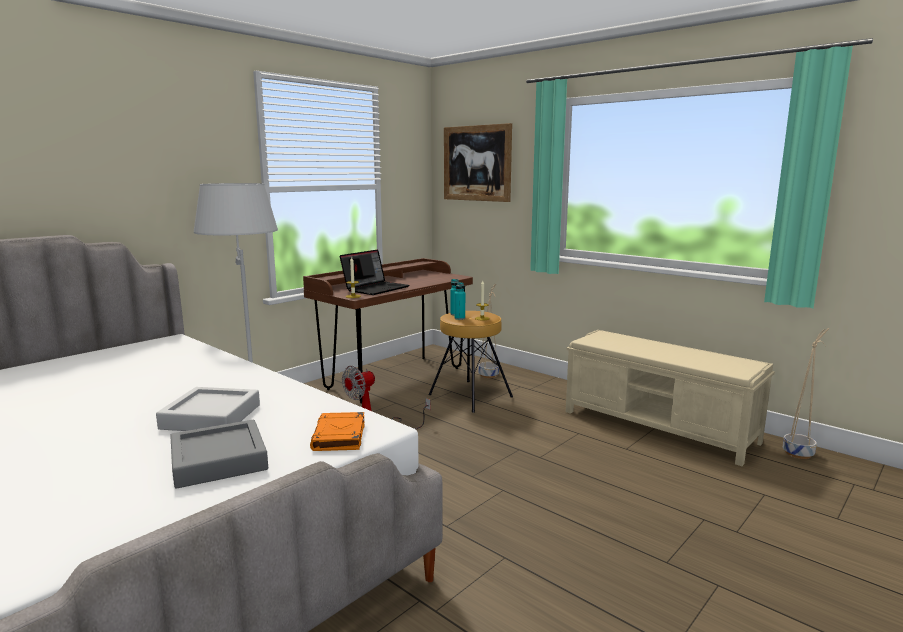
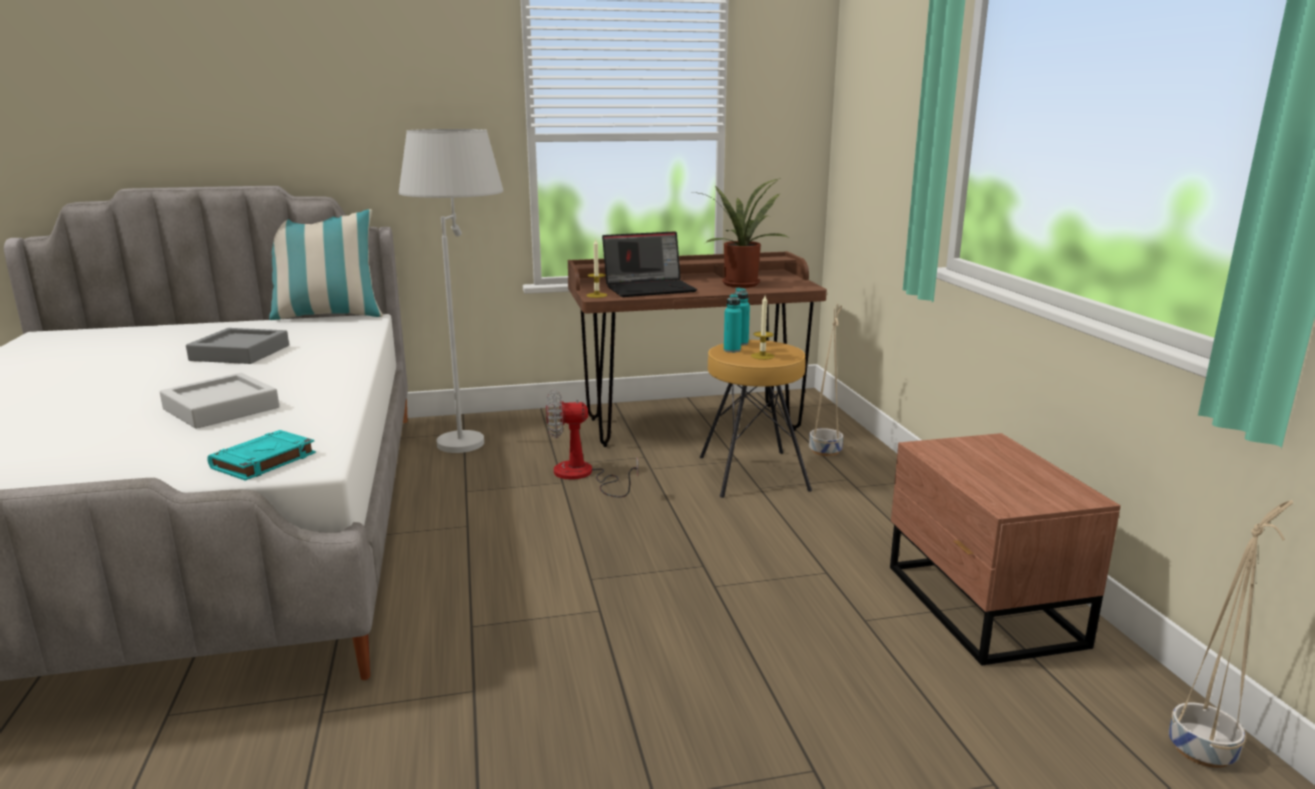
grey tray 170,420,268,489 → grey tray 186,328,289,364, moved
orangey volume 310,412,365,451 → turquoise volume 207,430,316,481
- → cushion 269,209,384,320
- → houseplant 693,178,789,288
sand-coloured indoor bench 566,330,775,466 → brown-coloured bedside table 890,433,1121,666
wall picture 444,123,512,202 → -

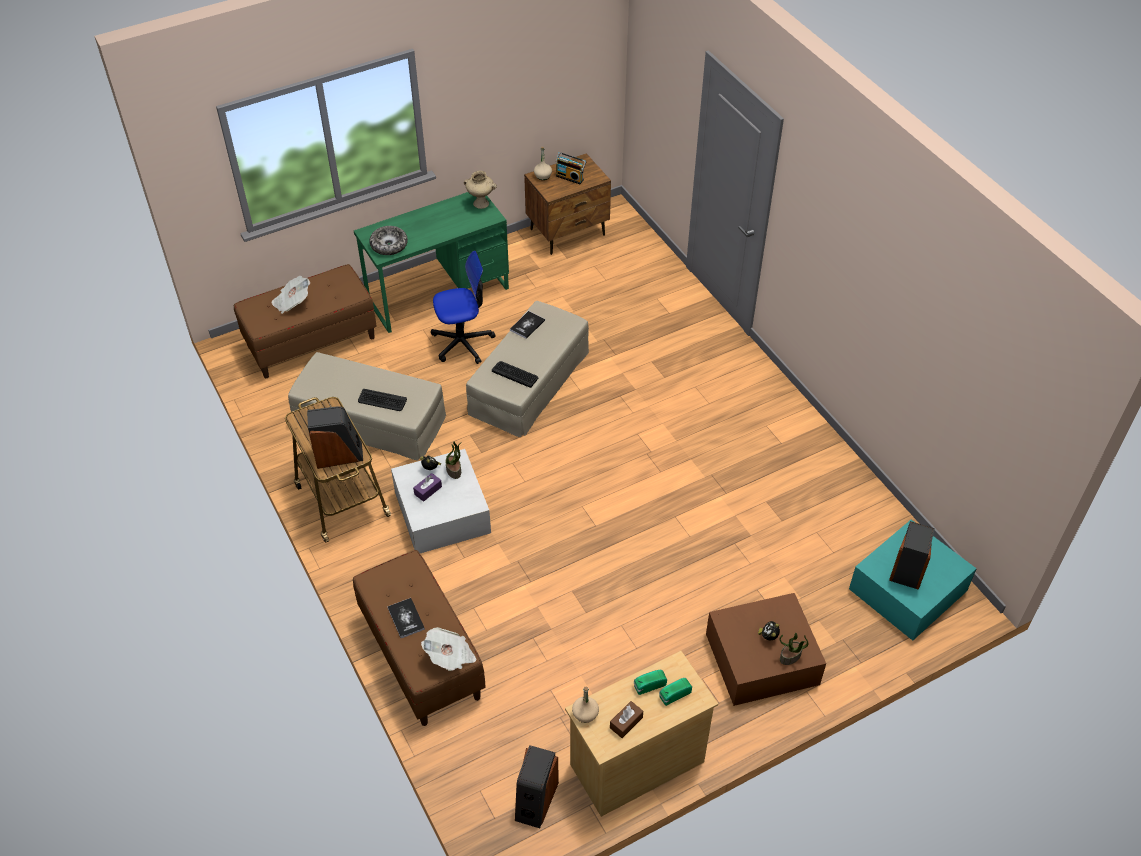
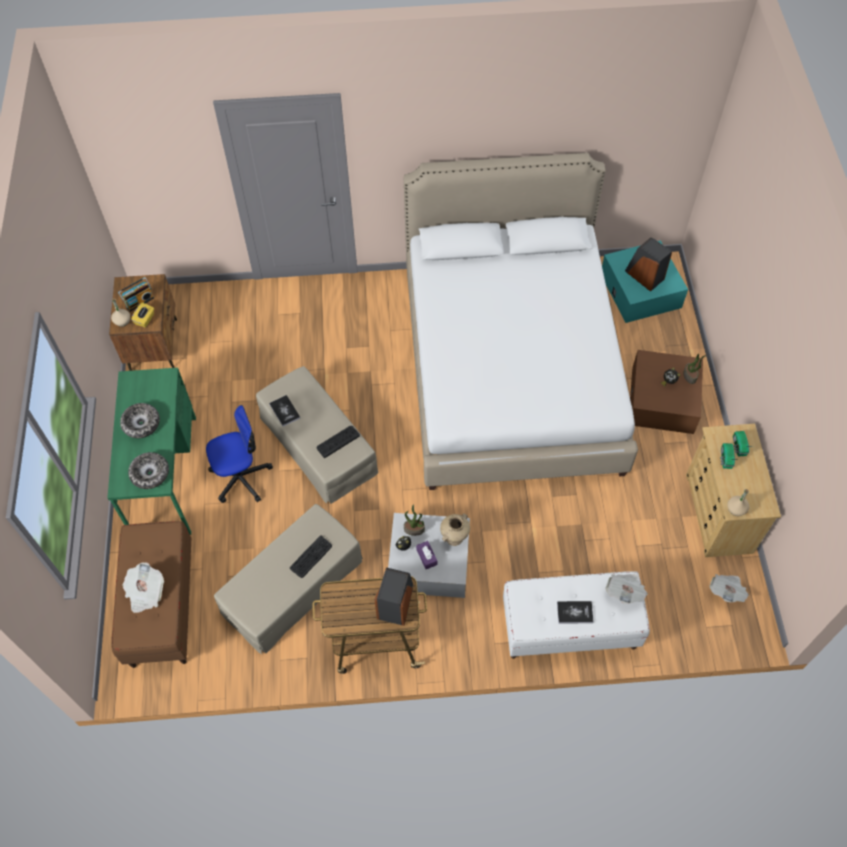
- → bowl 120,403,160,438
- → yellowish box of tissues 131,302,154,328
office chair 431,251,496,364 → office chair 206,405,273,503, 60 degrees clockwise
- → whitish bedroom bed 404,153,638,490
sand-coloured flower vase 464,171,497,209 → sand-coloured flower vase 440,513,470,546, moved
brown-coloured indoor bench 353,550,486,726 → whitish indoor bench 503,571,650,659
speaker 515,745,559,828 → printed paper 709,574,749,602
brown-coloured box of tissues 610,701,643,738 → -

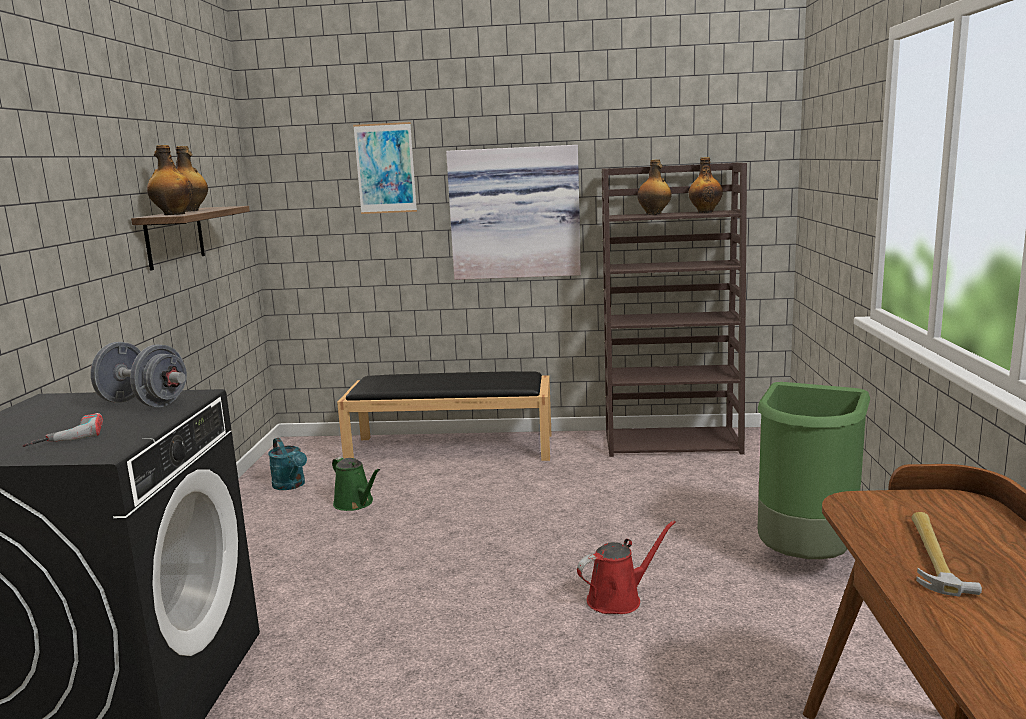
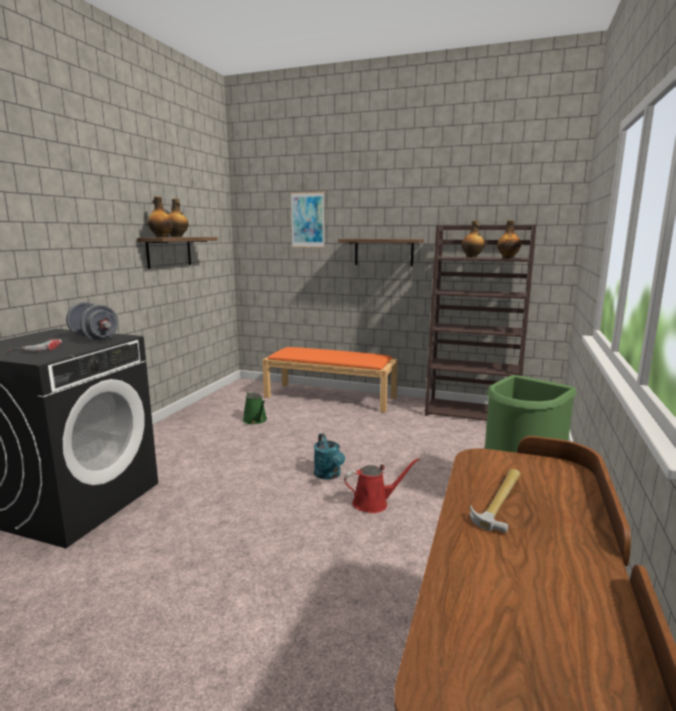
black indoor bench 337,371,551,461 → orangey indoor bench 262,347,398,413
turquoise watering pot 268,438,307,490 → turquoise watering pot 314,433,345,479, moved
wall picture 446,145,581,280 → shelf 338,239,424,266

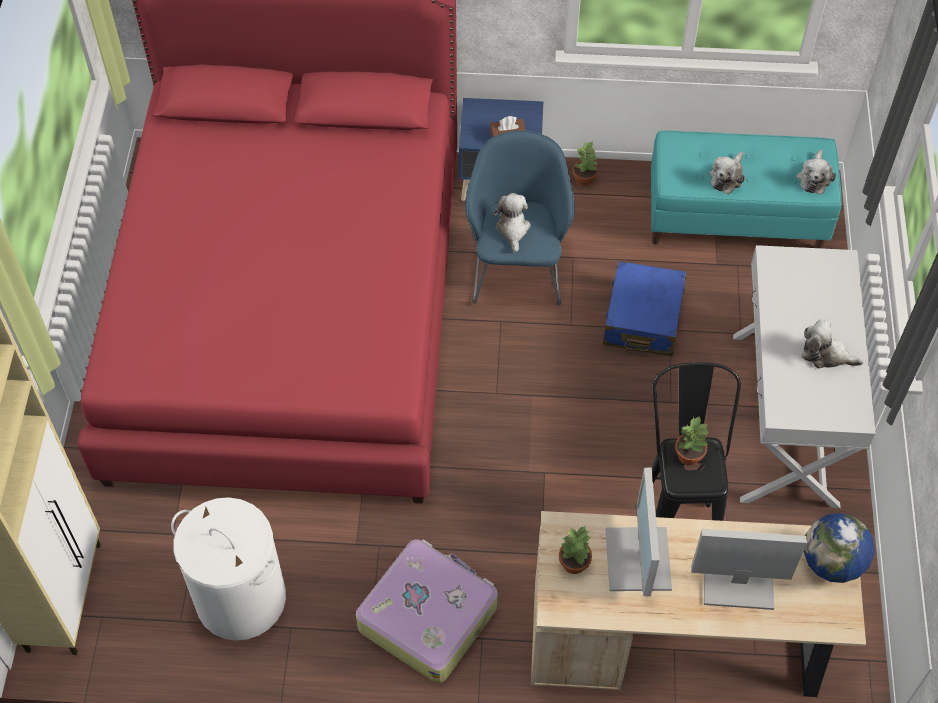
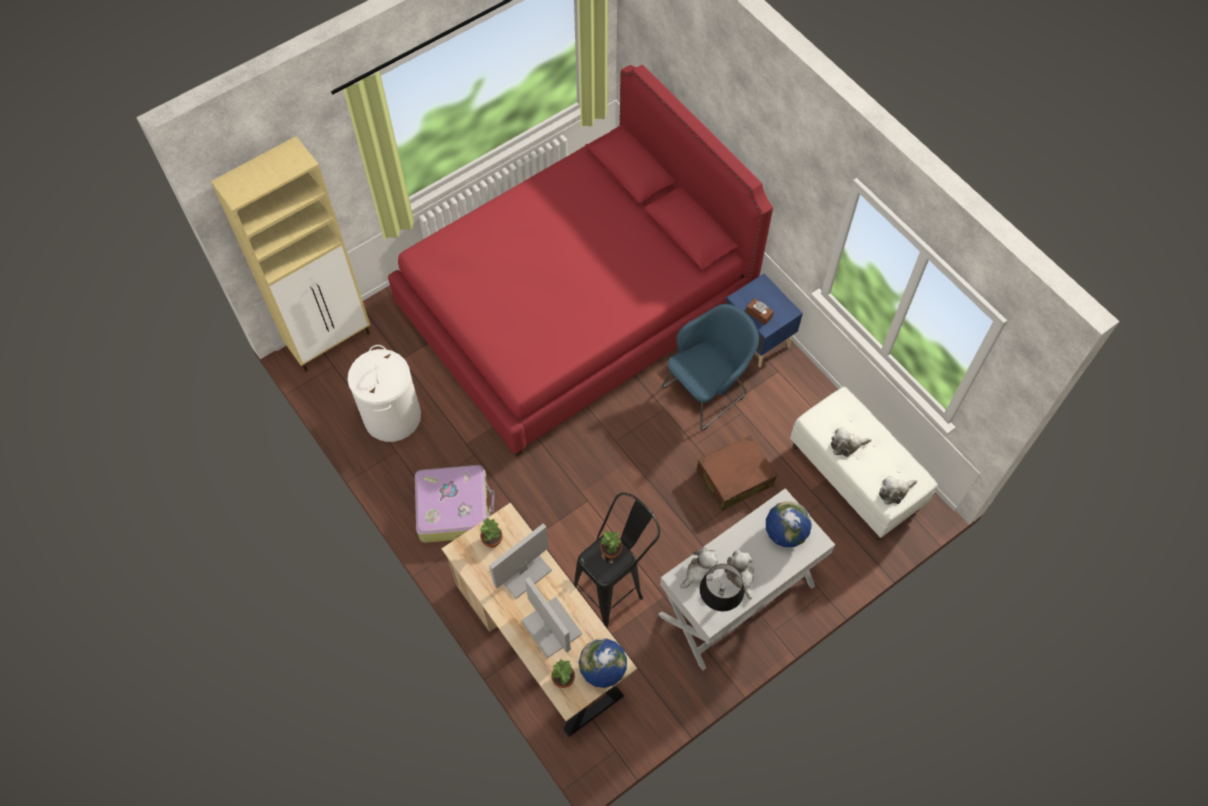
houseplant 573,141,599,186 → houseplant 551,659,575,688, moved
cuddly toy 493,193,531,253 → cuddly toy 680,547,718,588, moved
blue-coloured suitcase 603,261,686,356 → brown-coloured suitcase 696,435,777,511
- → black lamp for a table 700,564,744,611
- → globe 766,501,812,547
turquoise indoor bench 651,131,841,248 → whitish indoor bench 790,387,938,541

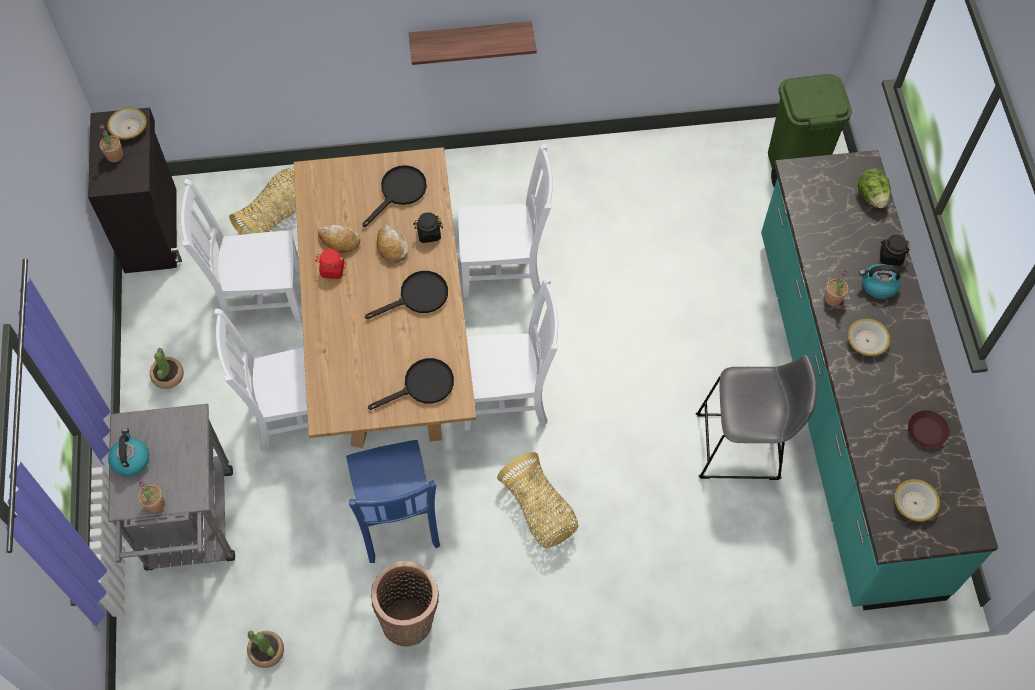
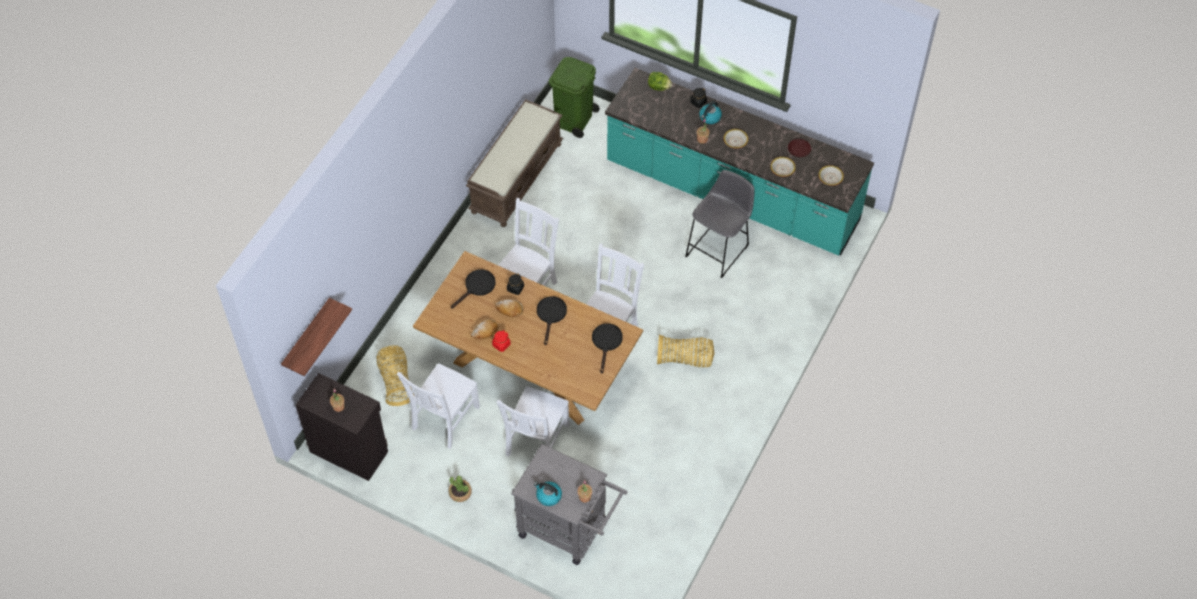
shelf 409,21,537,65 → shelf 281,298,352,376, moved
black pan 362,165,427,227 → black pan 451,269,495,309, 60 degrees clockwise
- → brown-coloured indoor bench 466,99,563,227
bowl 107,108,147,139 → bowl 770,157,796,177, moved
houseplant 247,630,284,668 → -
blue-coloured plain chair 346,440,440,563 → -
basket 371,561,439,647 → -

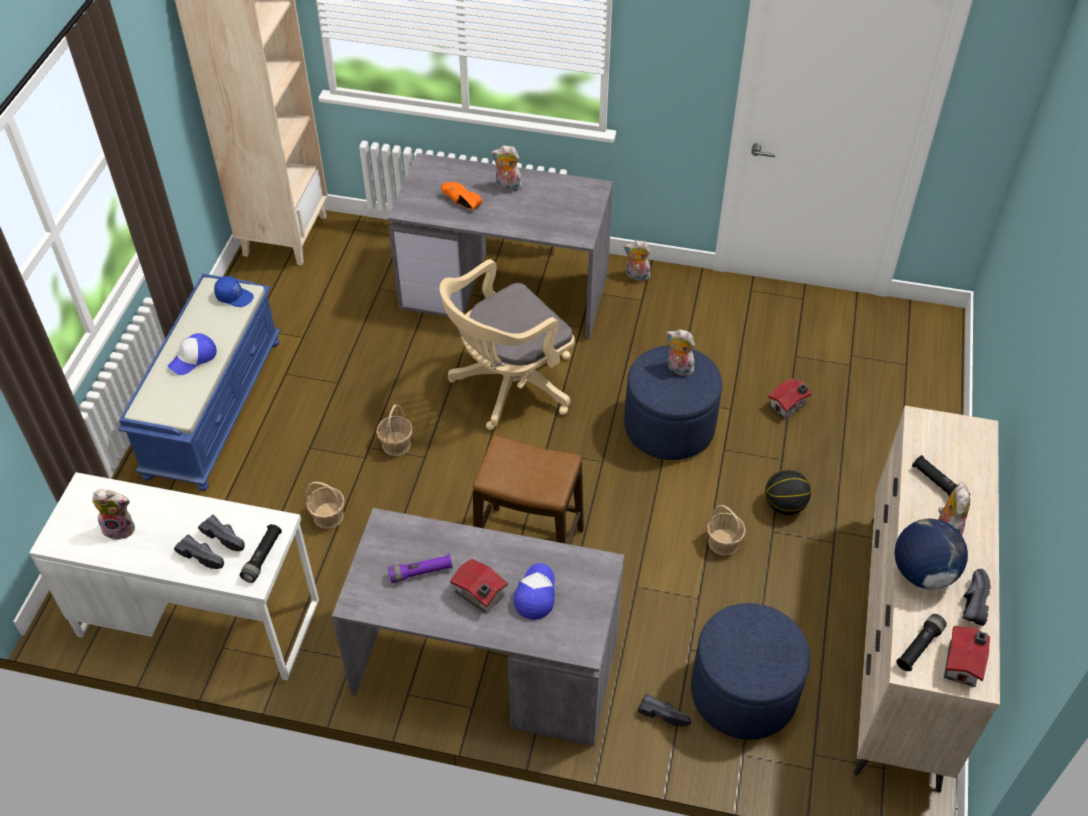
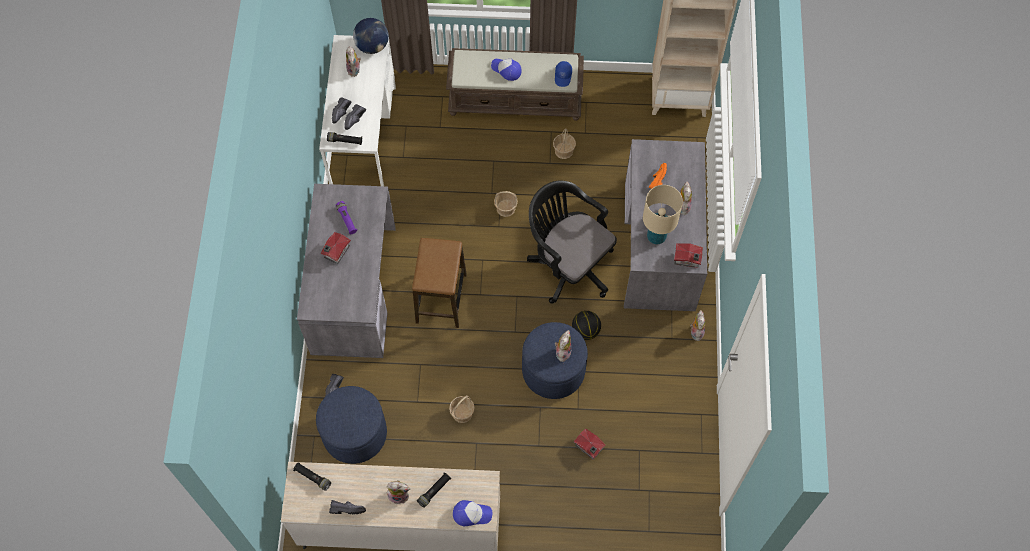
globe 894,519,968,589 → globe 353,18,389,54, moved
blue-coloured indoor bench 118,274,281,491 → brown-coloured indoor bench 446,48,584,121
cap 513,563,555,620 → cap 453,500,492,526, moved
sand-coloured office chair 439,259,575,430 → black office chair 527,181,617,303
basket 306,482,345,529 → basket 553,128,576,159, moved
ball for basketball 765,470,811,515 → ball for basketball 572,311,601,340, moved
- → sand-coloured lamp for a table 643,185,683,244
model house 944,626,990,687 → model house 674,243,703,268, moved

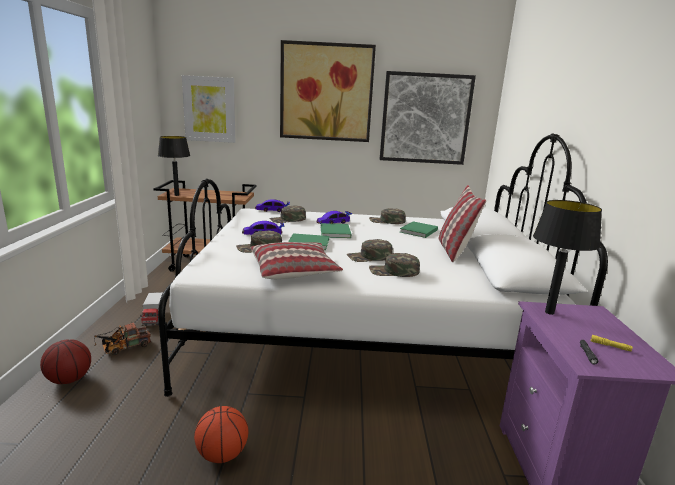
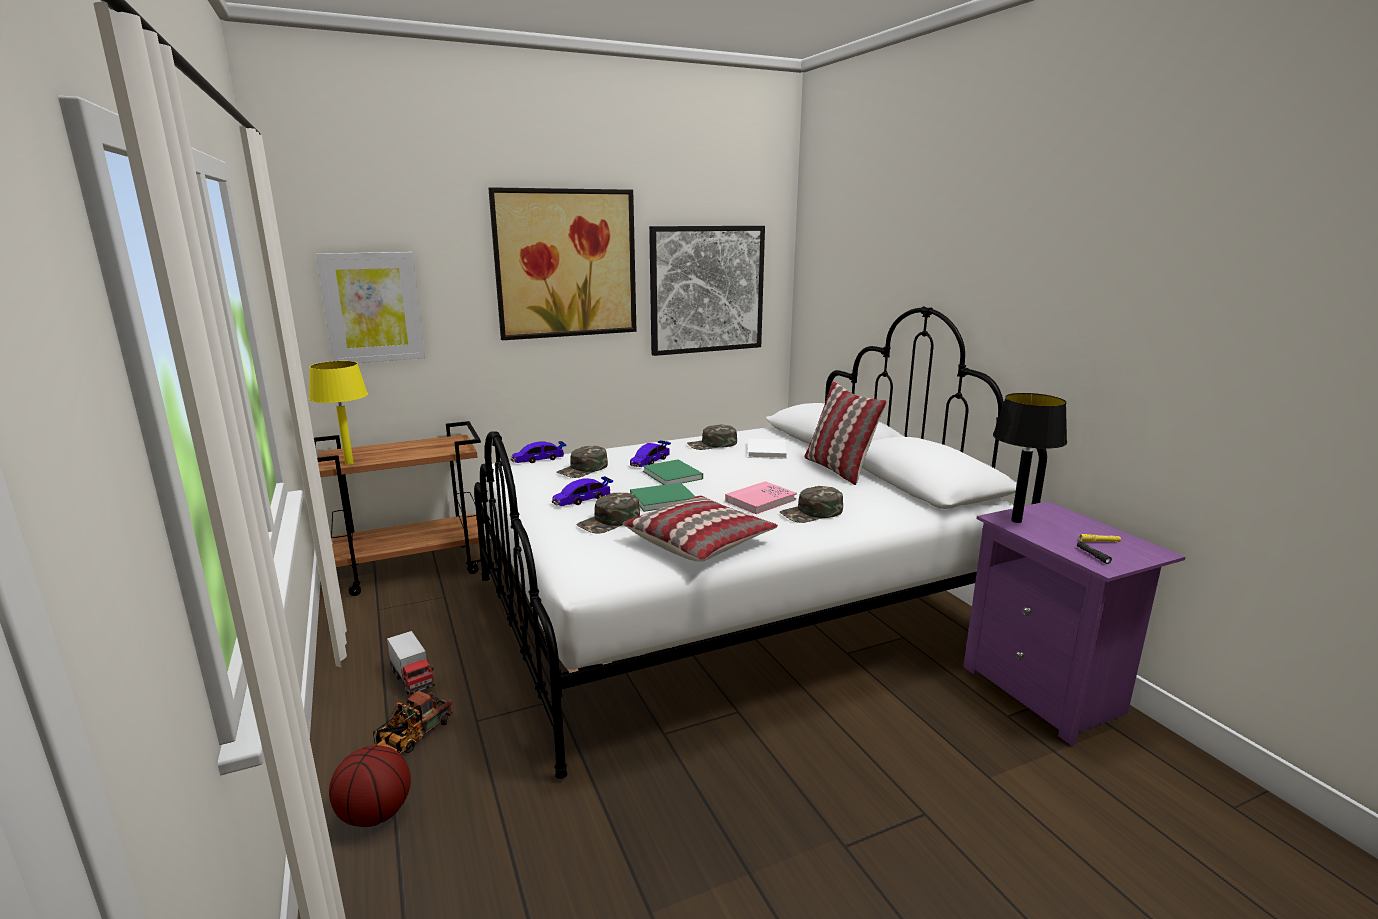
black lamp for a table 158,136,190,196 → yellowish lamp for a table 309,361,368,465
green cap 347,239,393,262 → pink-coloured volume 725,481,797,514
green volume 400,221,438,238 → whitish volume 748,439,787,459
ball for basketball 194,406,249,463 → -

